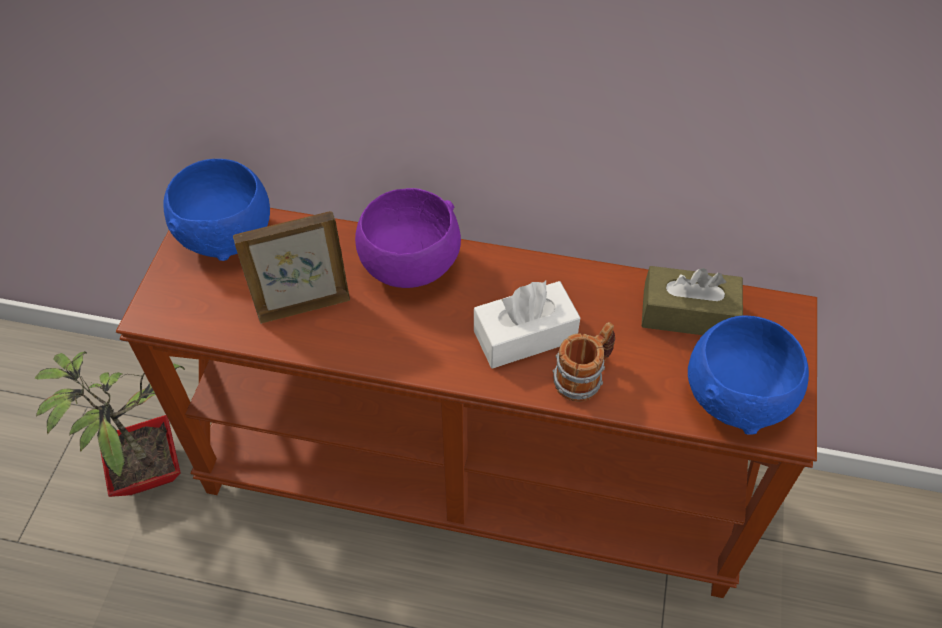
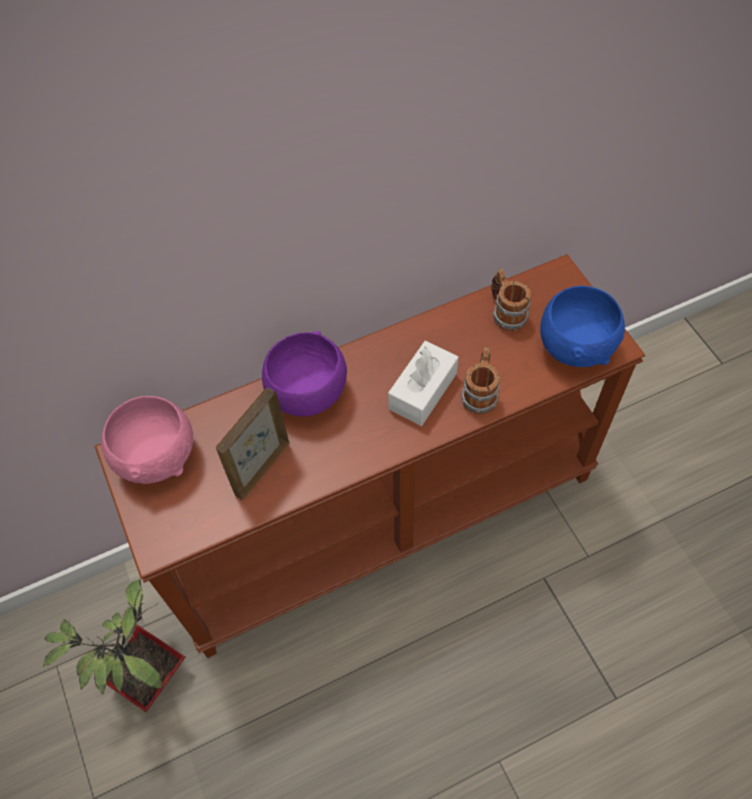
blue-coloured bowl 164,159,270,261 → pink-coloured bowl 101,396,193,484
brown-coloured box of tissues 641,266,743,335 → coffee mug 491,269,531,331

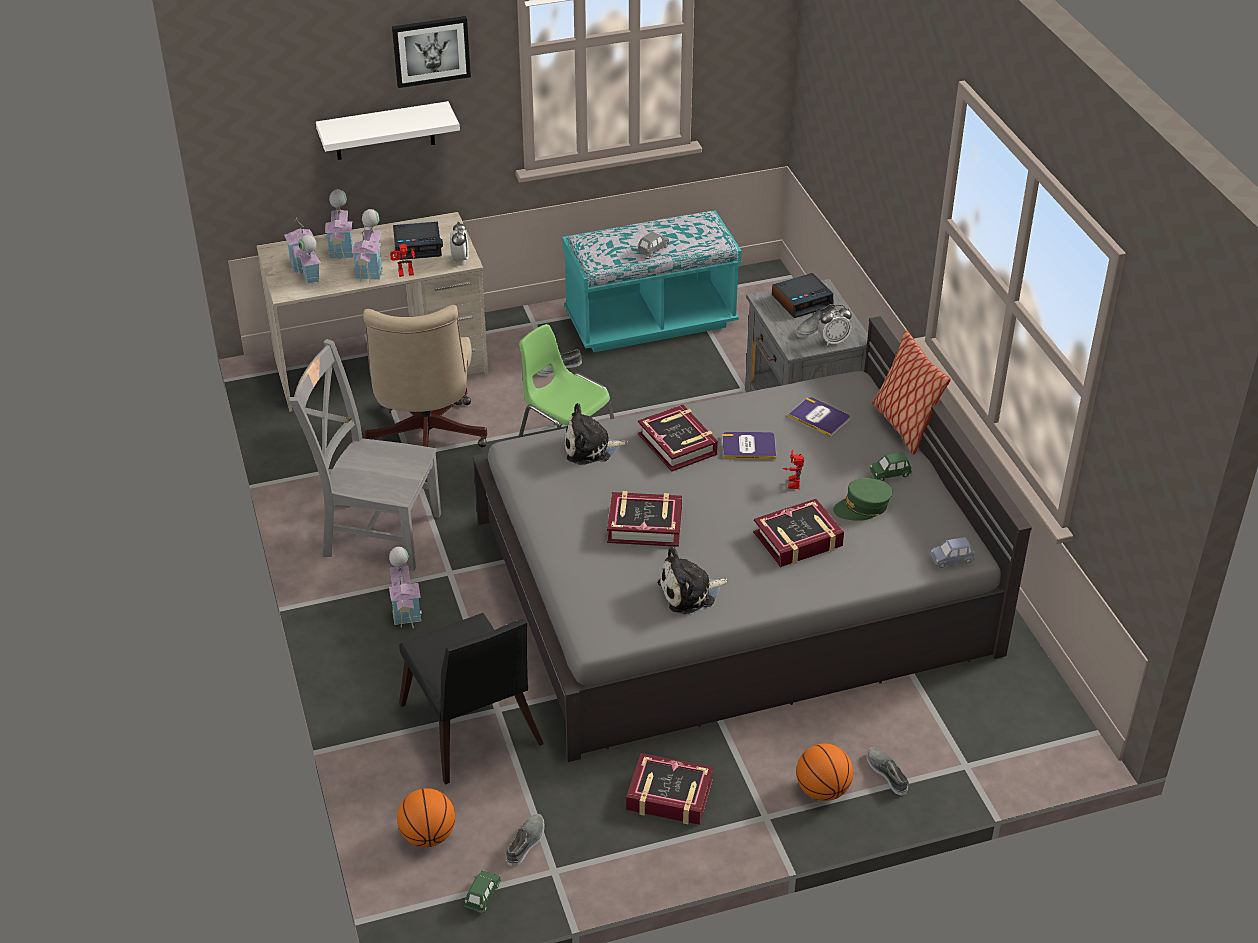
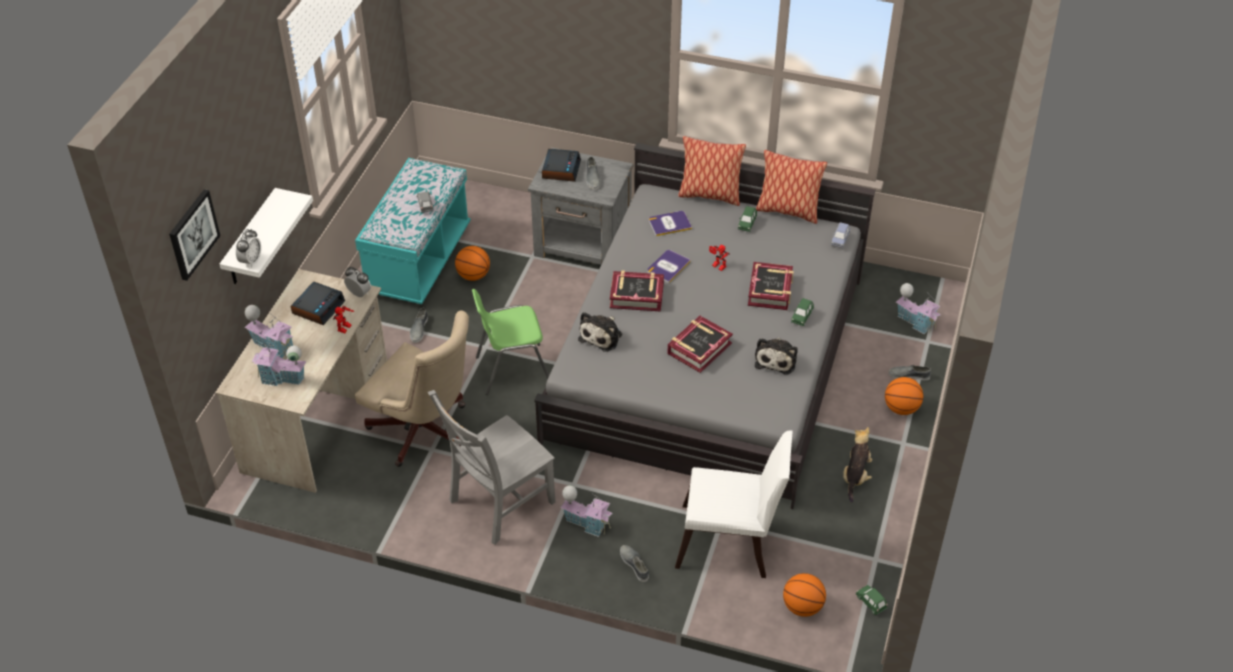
wall picture 392,16,471,88 → wall picture 169,189,220,281, moved
table clock 818,305,852,345 → table clock 236,229,261,268, moved
- → ball for basketball 455,246,490,281
grey item of footwear 506,814,544,866 → grey item of footwear 620,545,649,582, moved
black plain chair 399,613,544,785 → whitish plain chair 675,430,793,578
- → cushion 756,150,827,224
- → green miniature car 791,298,814,326
volume 626,753,713,825 → cuddly toy 843,427,872,503
model house 352,209,384,284 → model house 896,283,941,334, moved
green cap 833,478,892,521 → -

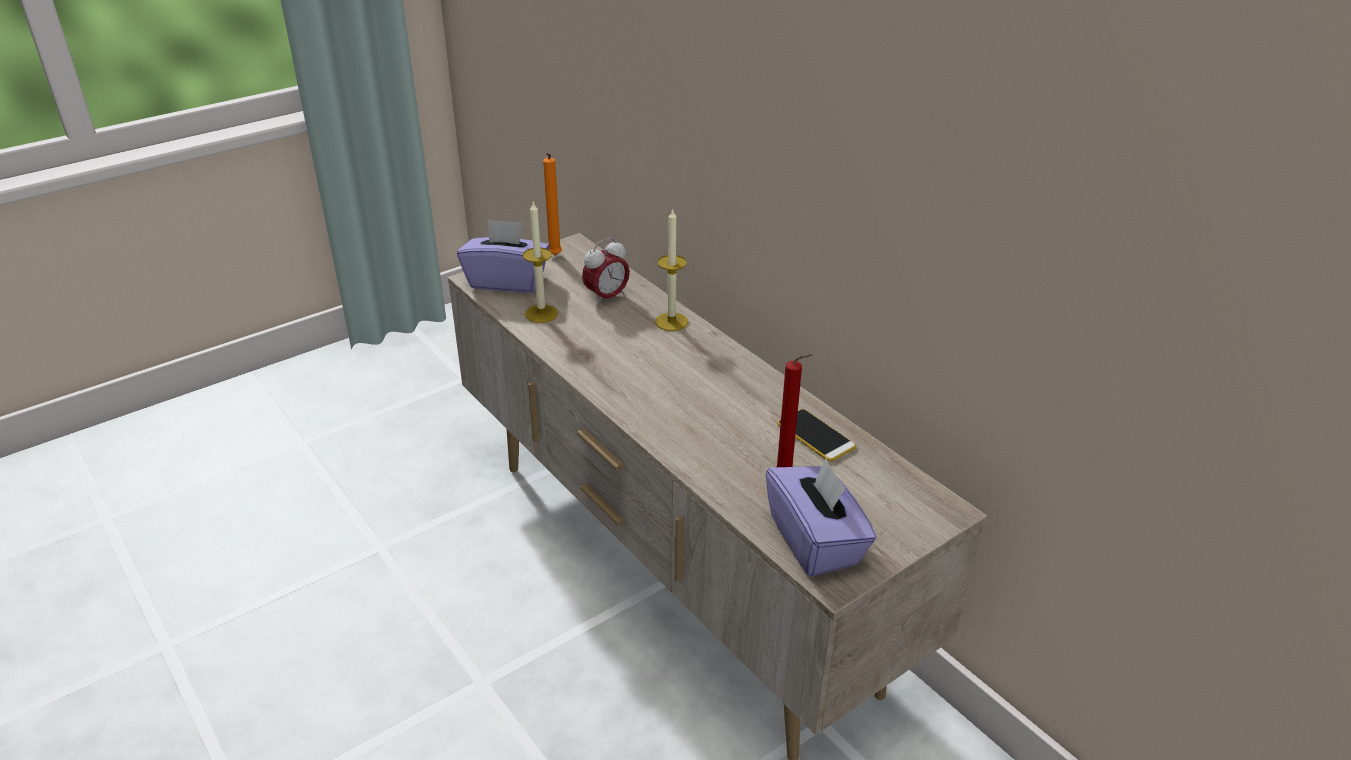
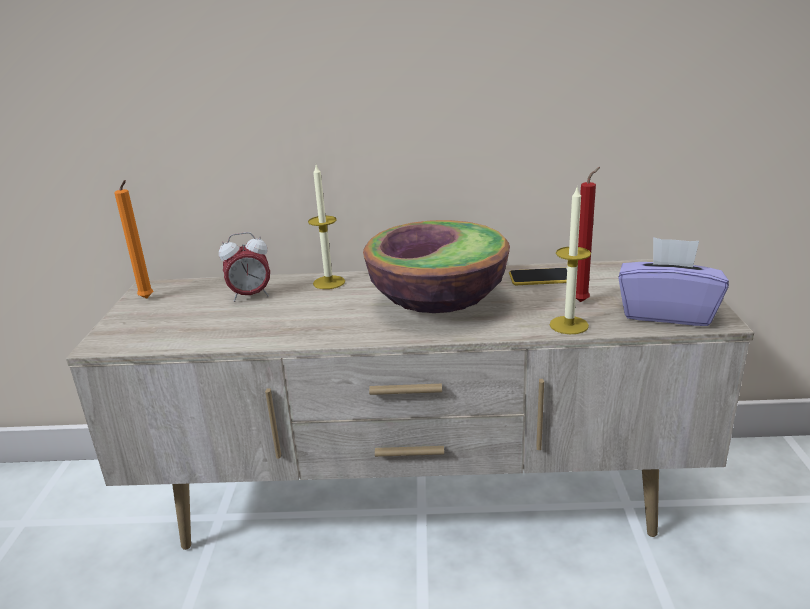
table clock 582,238,630,306 → table clock 219,232,270,302, 75 degrees clockwise
- → bowl 363,220,510,313
wax candle 523,201,558,323 → wax candle 550,188,591,334, moved
purple-coloured box of tissues 457,219,550,293 → -

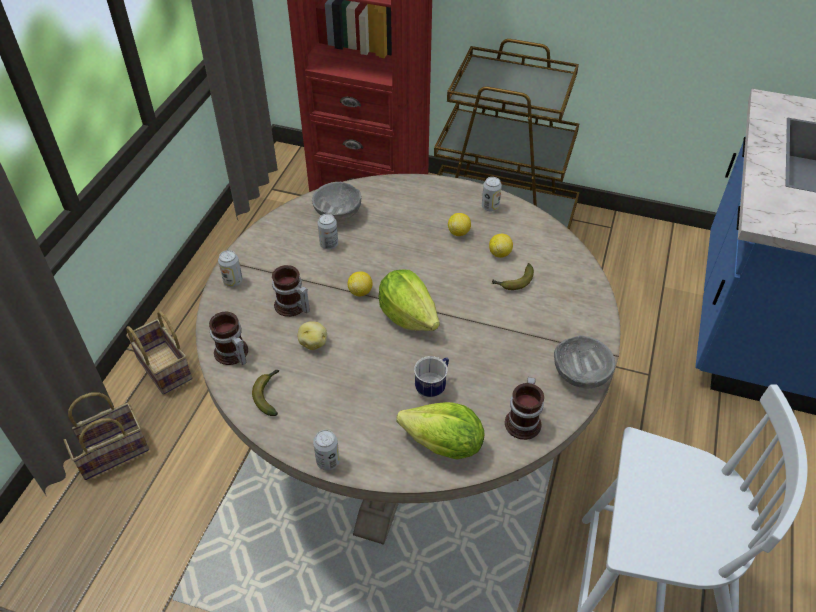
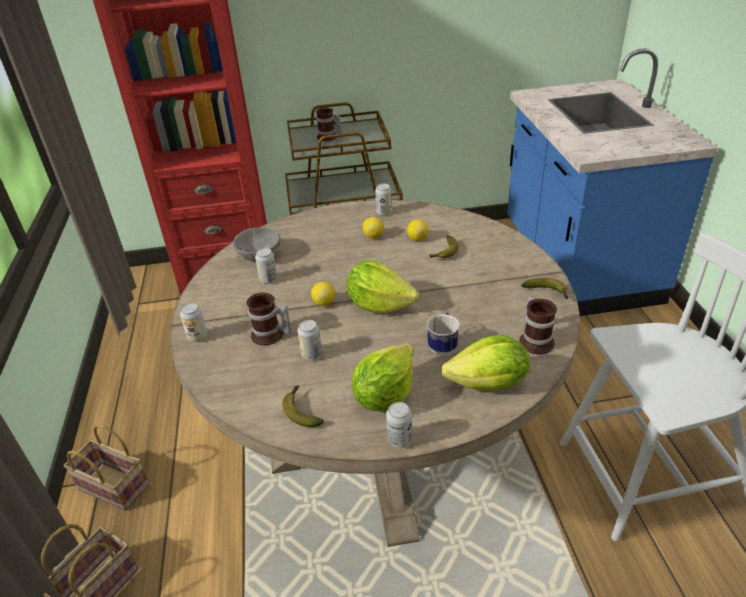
spud 298,321,327,350 → can 297,320,322,360
coffee mug 209,312,248,365 → coffee mug 316,108,342,141, moved
- → lettuce head 352,343,413,411
grey bowl 554,335,615,389 → banana 521,278,568,299

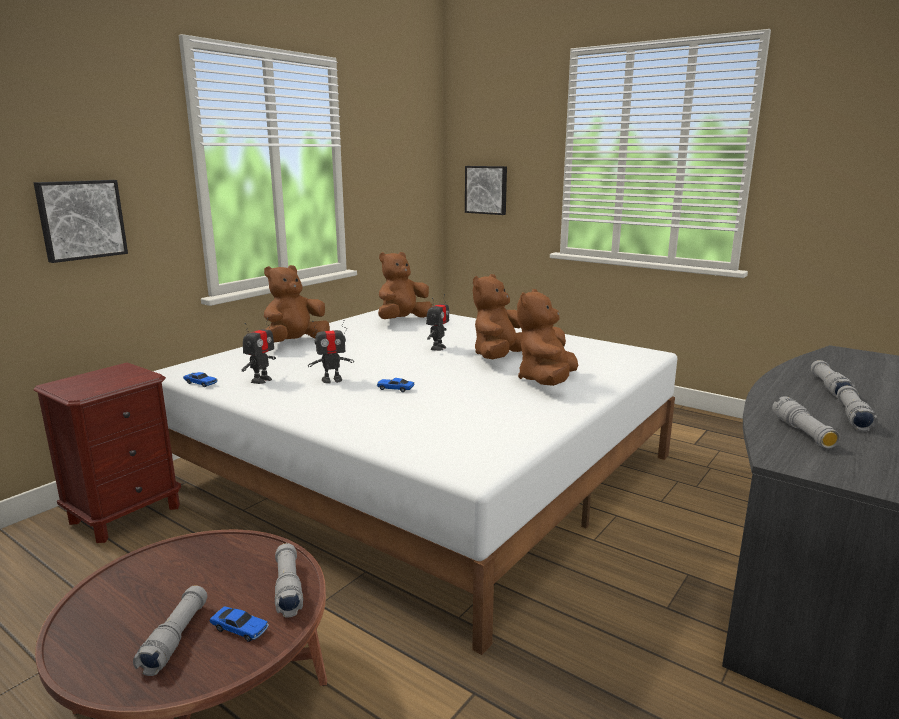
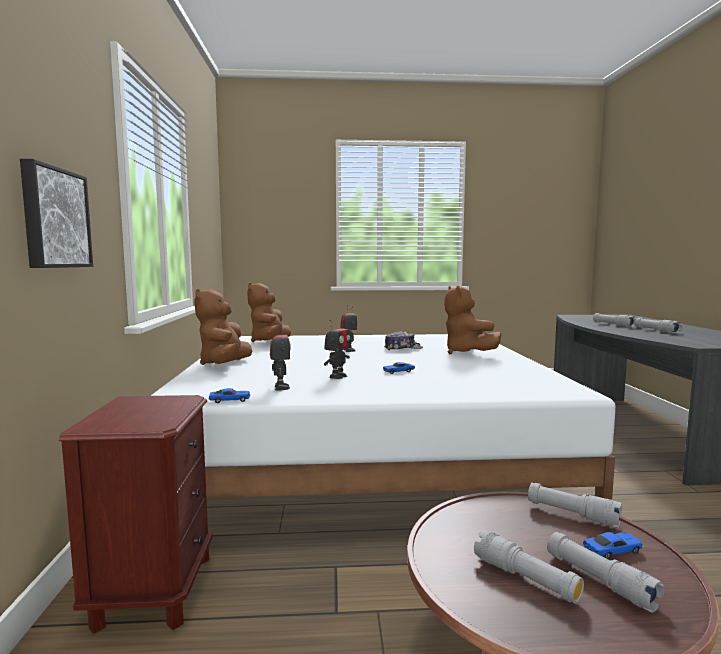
brown-coloured cuddly toy 473,274,522,359 → cap 384,331,423,350
grey flashlight 772,396,840,449 → grey flashlight 474,530,584,604, moved
wall picture 465,166,507,215 → -

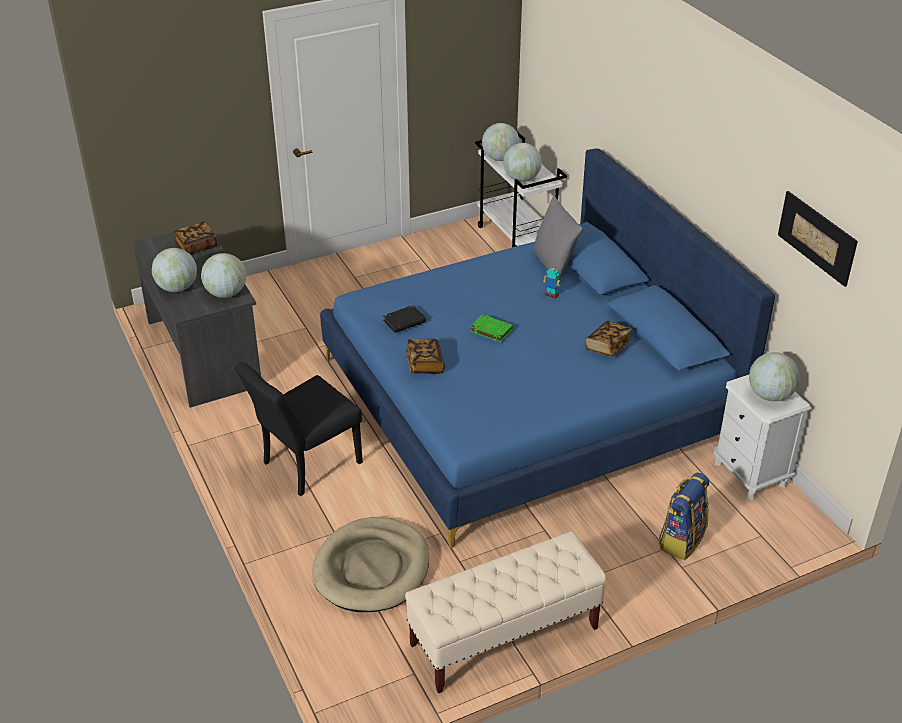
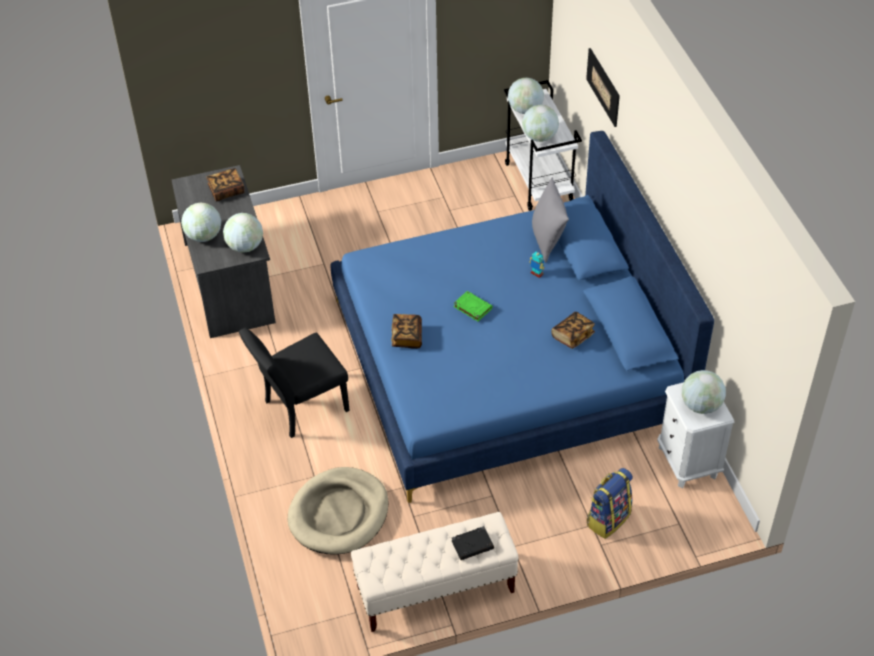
black volume 383,305,426,333 → black volume 452,526,494,560, moved
wall picture 778,191,858,287 → wall picture 586,48,620,127, moved

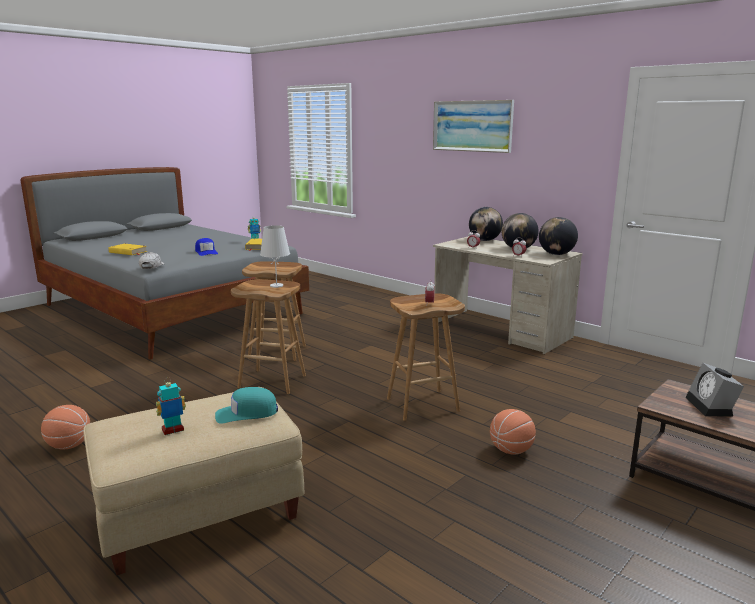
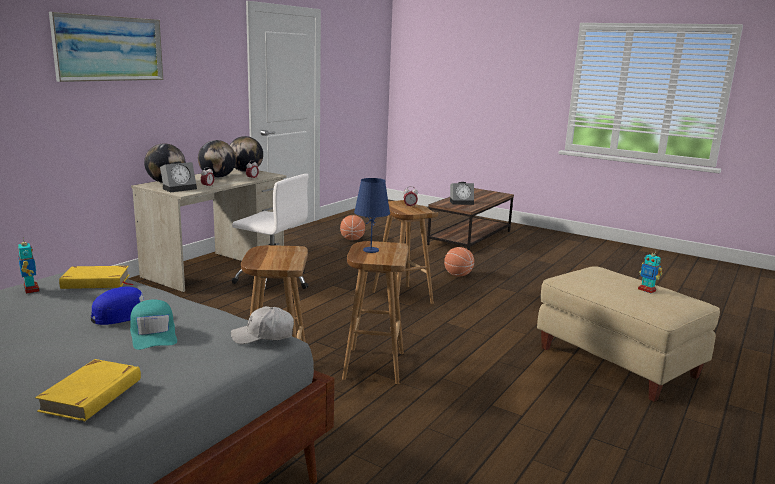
turquoise cap 215,387,278,424 → turquoise cap 130,299,177,350, moved
- → table clock 160,162,197,192
- → whitish office chair 232,174,309,295
ball for basketball 41,405,90,449 → ball for basketball 340,215,365,240, moved
whitish lamp for a table 260,225,290,288 → blue-coloured lamp for a table 354,178,390,253

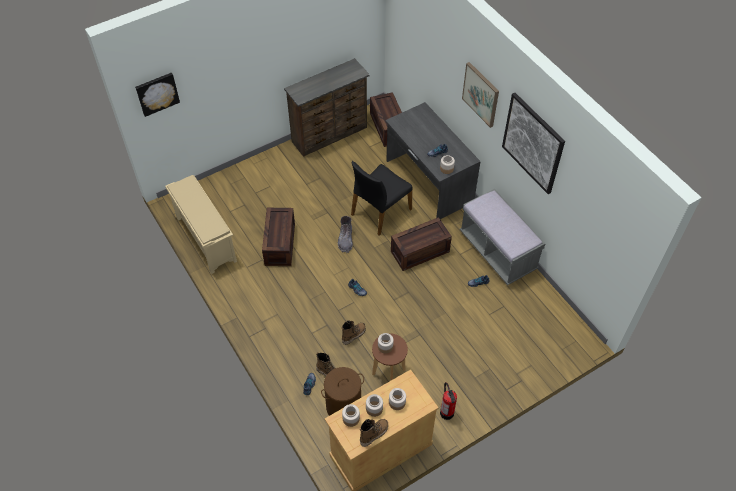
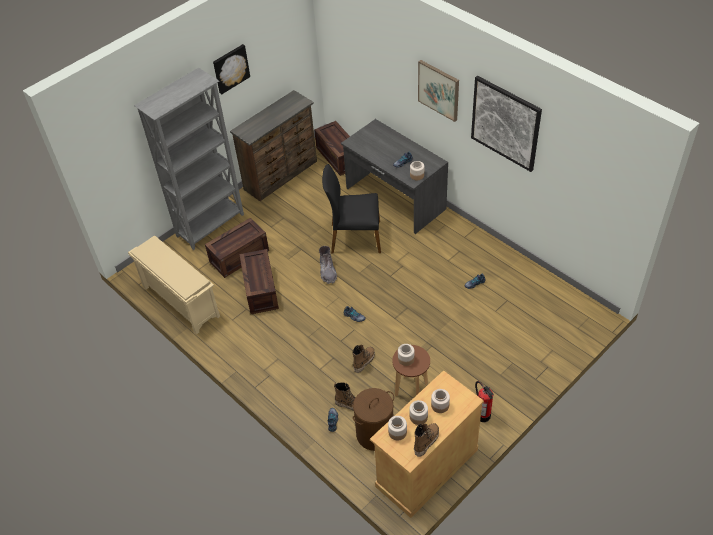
- → grey shelving unit 134,67,244,250
shipping crate 391,217,452,271 → shipping crate 205,218,269,278, moved
wall picture 135,73,180,117 → wall picture 213,44,250,94, moved
black plain chair 351,161,413,236 → black plain chair 322,164,381,253, 60 degrees clockwise
grey indoor bench 460,189,545,285 → -

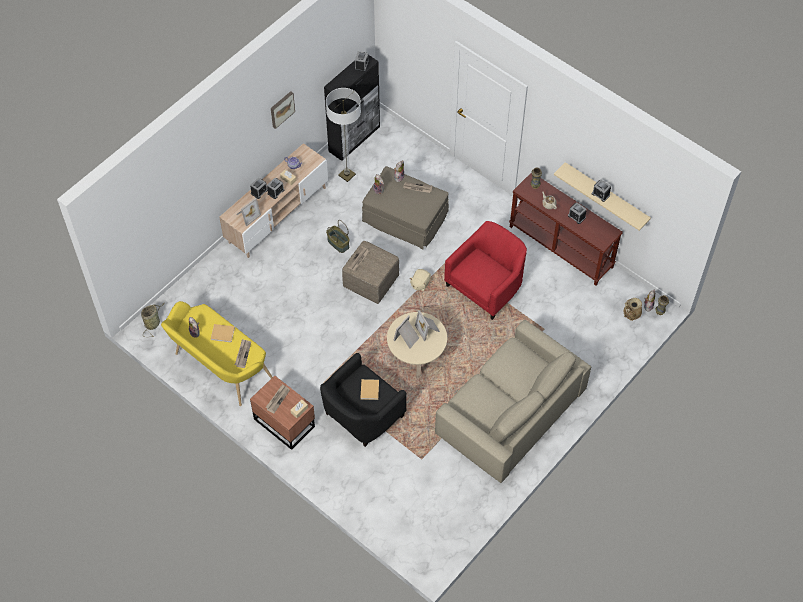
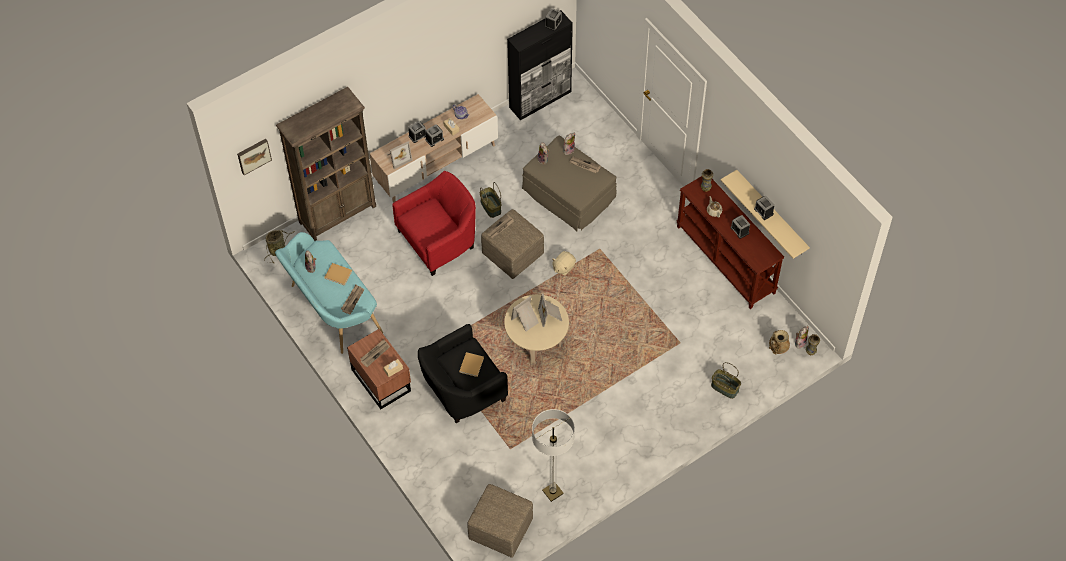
wall picture 271,91,295,129 → wall picture 237,139,272,175, moved
yellowish indoor bench 161,301,272,406 → turquoise indoor bench 275,232,383,354
- → brown-coloured shelving unit 276,87,376,241
red armchair 444,221,527,320 → red armchair 392,171,476,276, moved
- → sand-coloured pouffe 467,484,533,558
floor lamp 326,88,361,182 → floor lamp 532,409,575,502, moved
- → basket 711,362,741,399
sand-coloured sofa 435,320,591,483 → -

